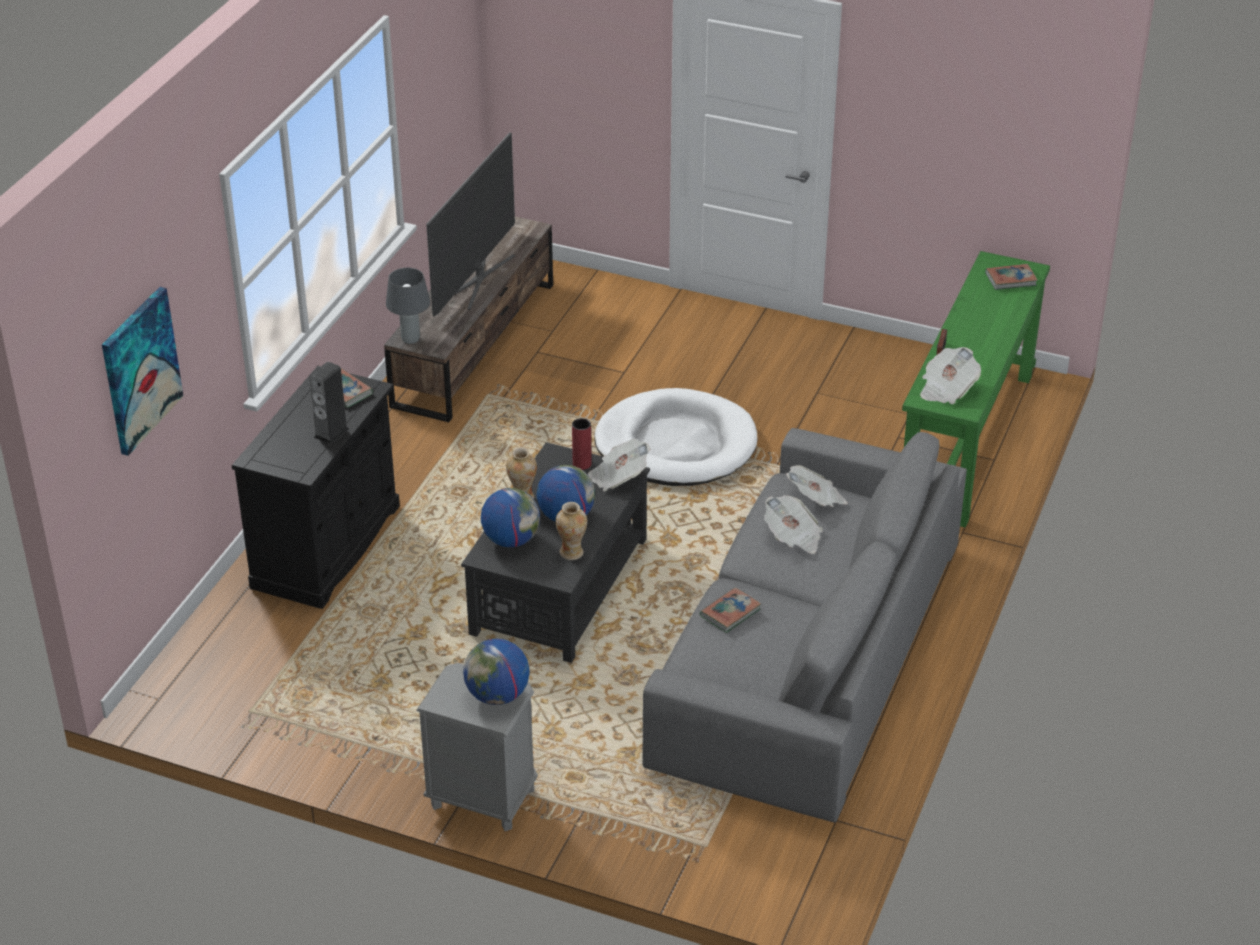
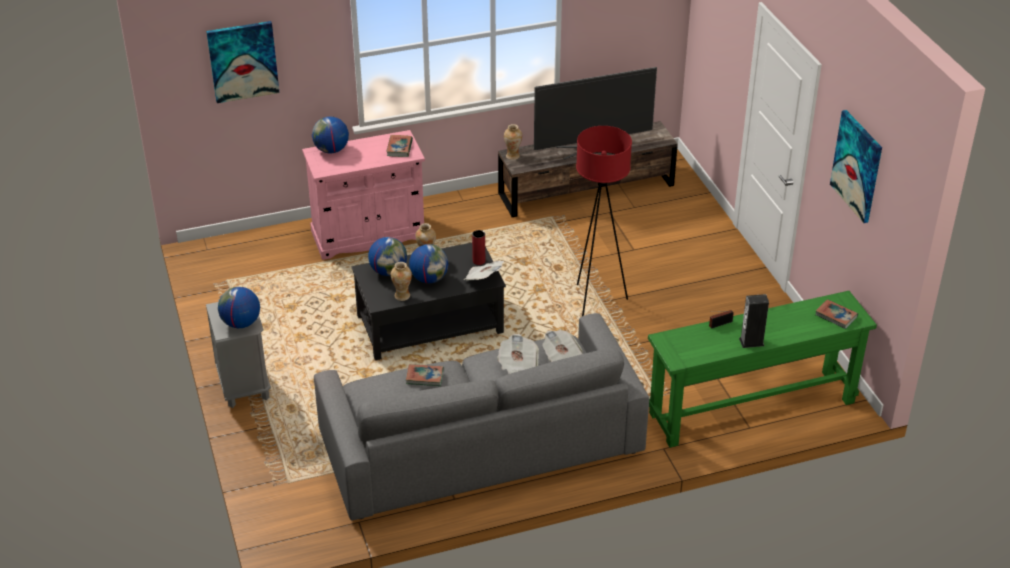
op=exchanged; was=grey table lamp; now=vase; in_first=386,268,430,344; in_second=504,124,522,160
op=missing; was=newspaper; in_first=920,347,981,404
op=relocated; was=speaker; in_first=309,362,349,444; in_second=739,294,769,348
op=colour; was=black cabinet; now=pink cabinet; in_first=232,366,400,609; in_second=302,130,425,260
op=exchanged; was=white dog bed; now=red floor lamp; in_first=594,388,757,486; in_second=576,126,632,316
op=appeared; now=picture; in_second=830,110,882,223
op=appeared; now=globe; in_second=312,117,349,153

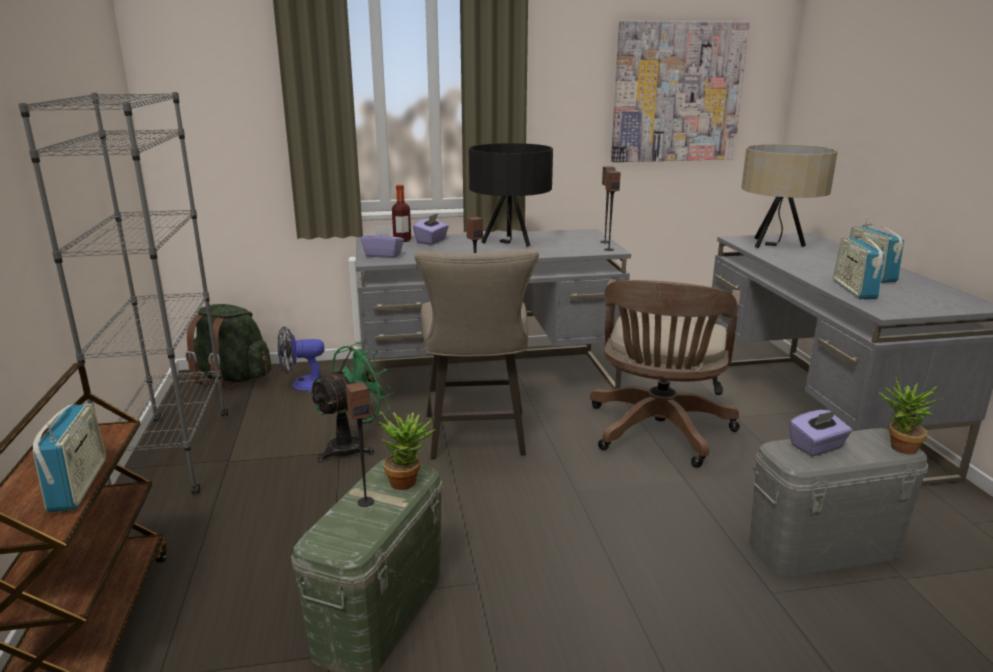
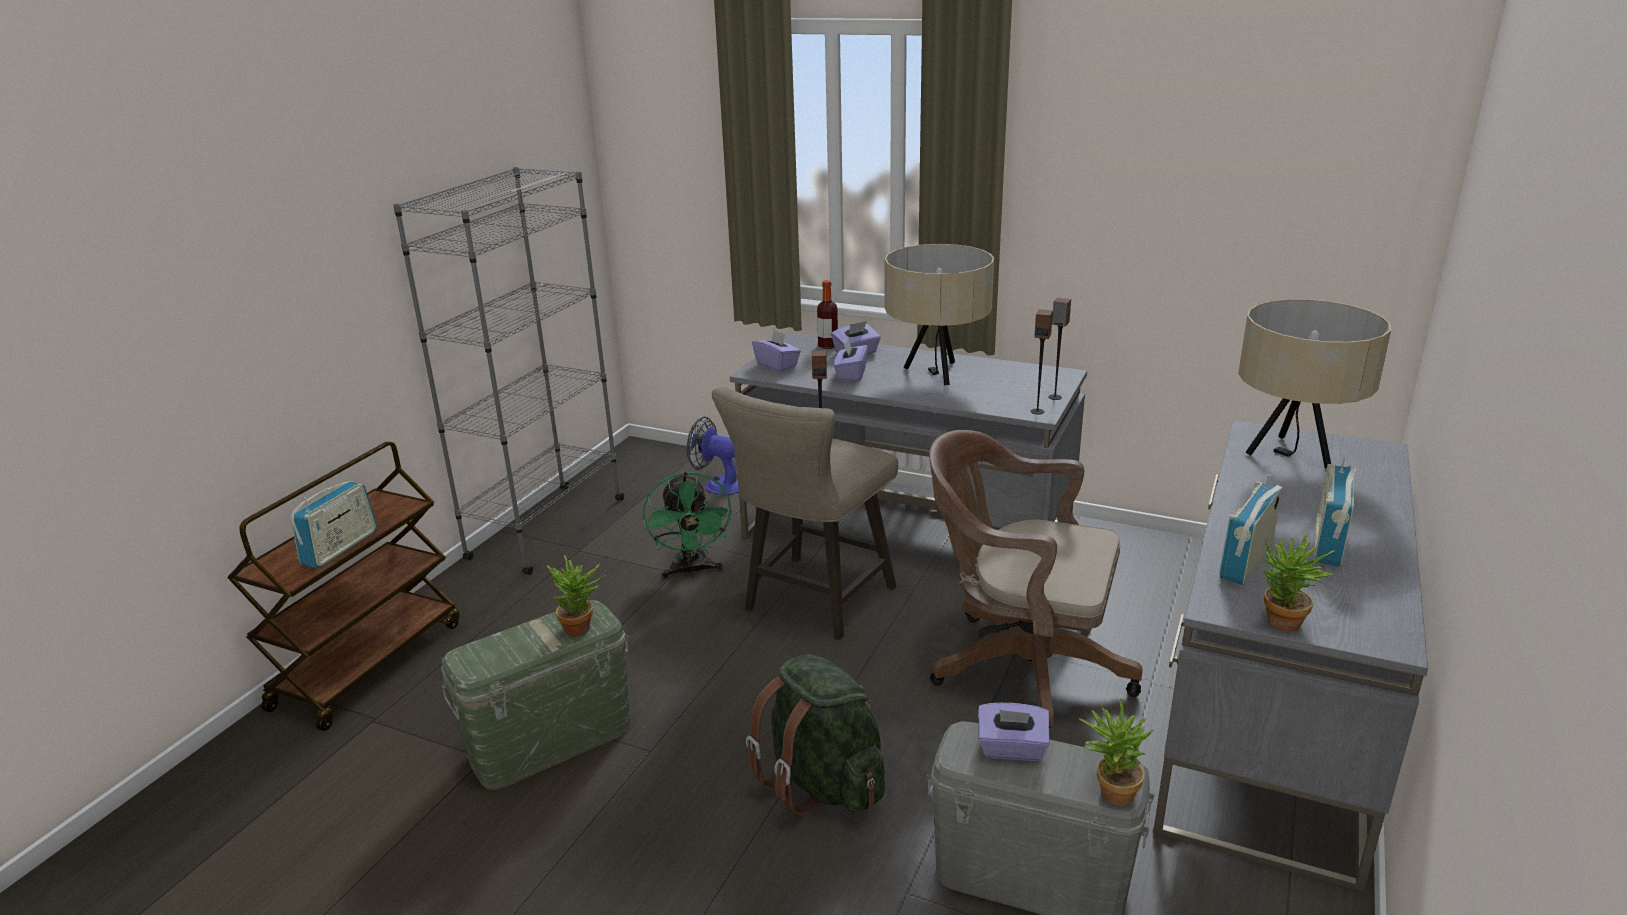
op=missing; was=picture; in_first=611,21,750,162
op=colour; was=black table lamp; now=beige table lamp; in_first=469,143,553,247; in_second=884,244,994,385
op=spun; was=brown office chair; in_first=590,279,740,468; in_second=929,430,1143,728; clockwise=60
op=relocated; was=green backpack; in_first=185,304,271,389; in_second=746,655,885,815
op=spun; was=green fan; in_first=308,342,394,462; in_second=643,471,733,579; clockwise=90
op=missing; was=speaker; in_first=346,381,374,507
op=appeared; now=purple tissue box; in_second=834,339,868,382
op=appeared; now=potted plant; in_second=1262,533,1335,632

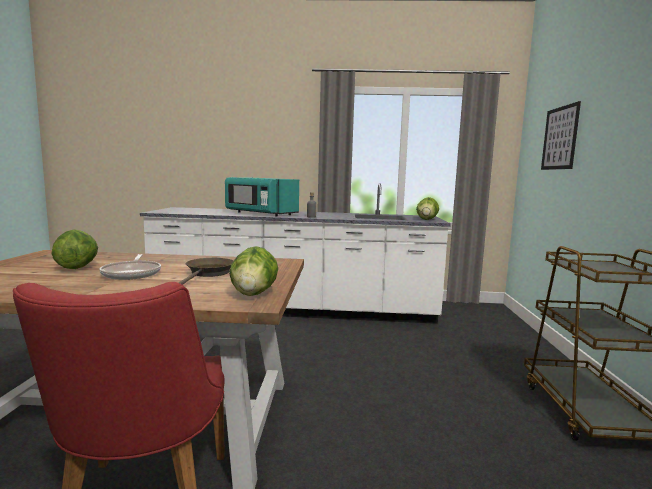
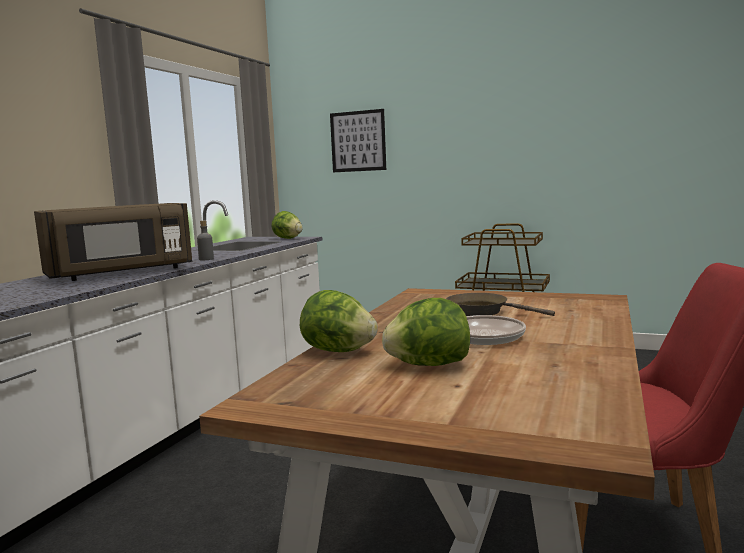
op=colour; was=turquoise microwave; now=brown microwave; in_first=225,177,299,217; in_second=34,203,192,281
op=relocated; was=lettuce; in_first=229,246,278,296; in_second=300,290,378,352

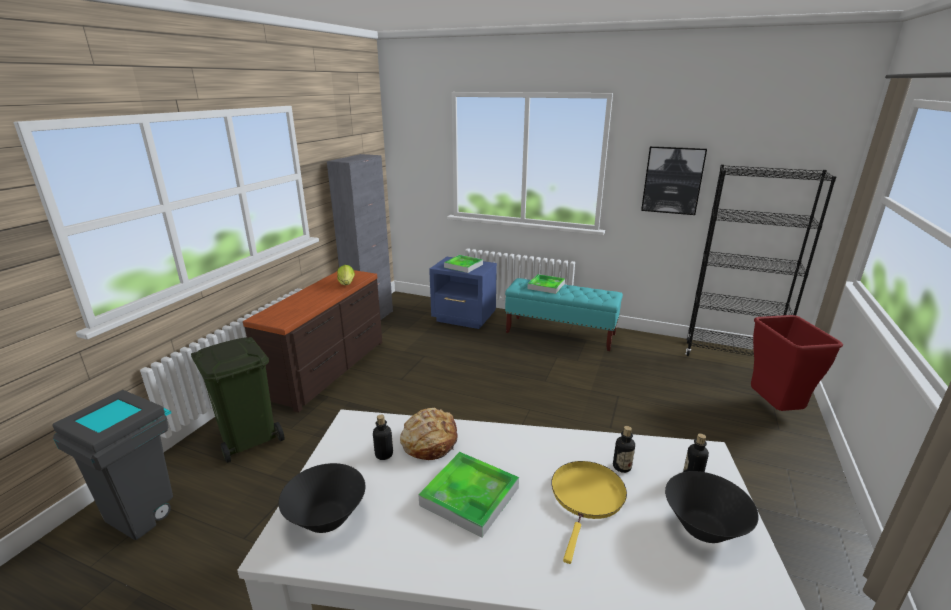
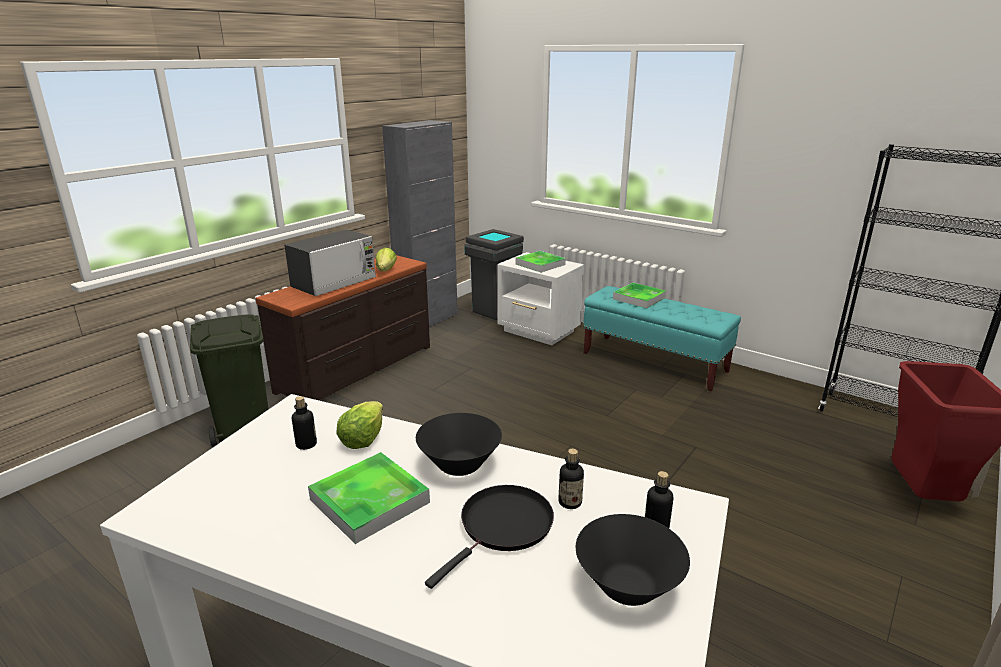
op=missing; was=picture; in_first=641,146,707,215
op=colour; was=blue nightstand; now=white nightstand; in_first=429,257,497,329; in_second=497,252,584,345
op=relocated; was=grey trash can; in_first=52,390,173,540; in_second=464,229,524,320
op=exchanged; was=bread; now=lettuce; in_first=400,408,458,460; in_second=336,401,383,449
op=colour; was=yellow frying pan; now=black frying pan; in_first=551,461,627,564; in_second=425,485,554,589
op=relocated; was=black bowl; in_first=279,463,365,533; in_second=416,413,502,476
op=appeared; now=microwave; in_second=284,229,376,296

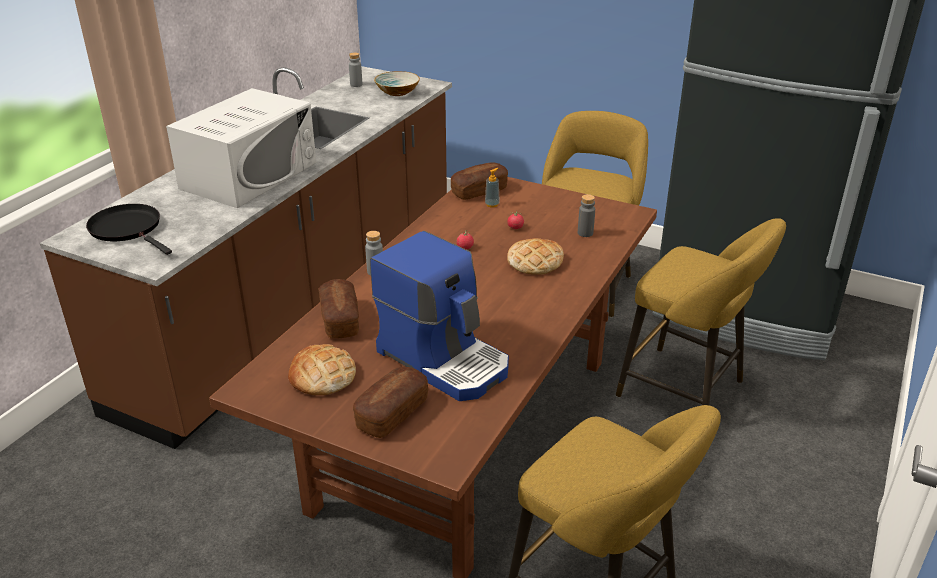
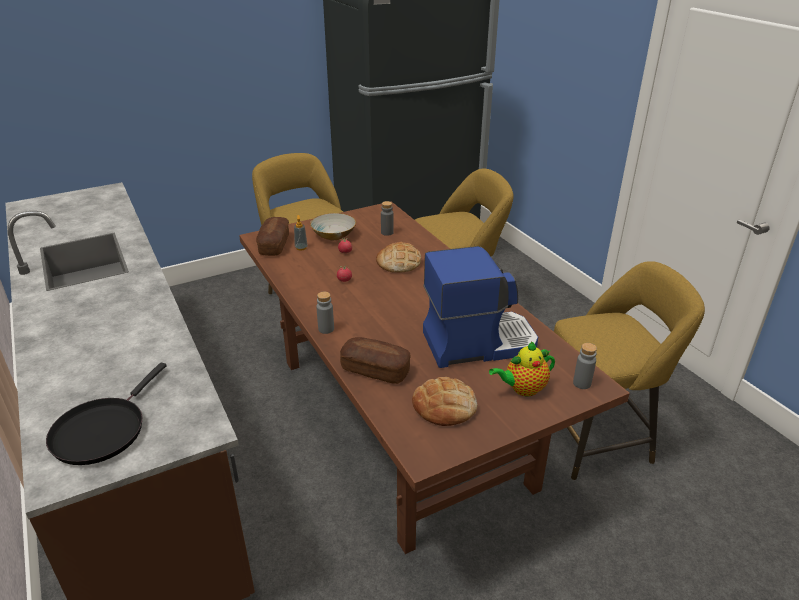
op=relocated; was=grey bottle; in_first=349,52,362,87; in_second=573,343,597,389
op=relocated; was=bowl; in_first=374,71,420,96; in_second=310,213,356,240
op=missing; was=white microwave; in_first=166,88,317,208
op=spun; was=black frying pan; in_first=86,204,172,255; in_second=46,362,167,465; clockwise=-60
op=exchanged; was=bread; now=teapot; in_first=353,367,428,438; in_second=489,342,555,397

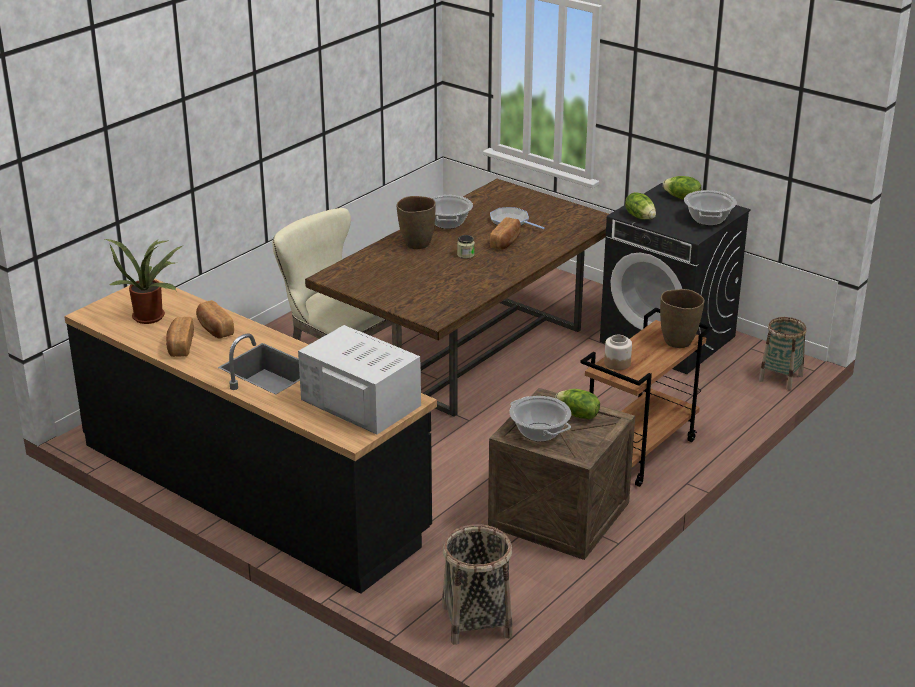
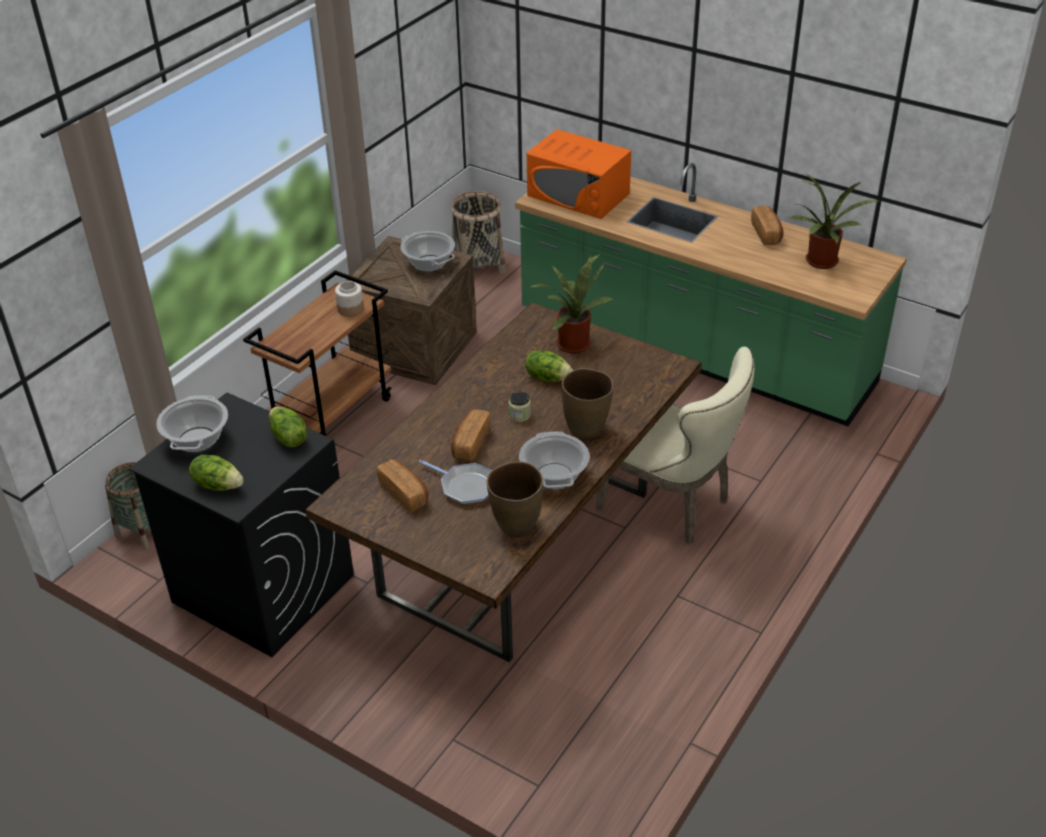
op=colour; was=black counter; now=green counter; in_first=64,279,437,594; in_second=515,163,907,426
op=relocated; was=brown vase; in_first=660,289,705,348; in_second=487,461,543,537
op=relocated; was=bread; in_first=196,300,234,339; in_second=377,459,429,512
op=colour; was=white microwave; now=orange microwave; in_first=298,325,421,435; in_second=527,129,631,219
op=relocated; was=lettuce; in_first=555,389,600,419; in_second=525,350,573,382
op=appeared; now=potted plant; in_second=529,253,614,353

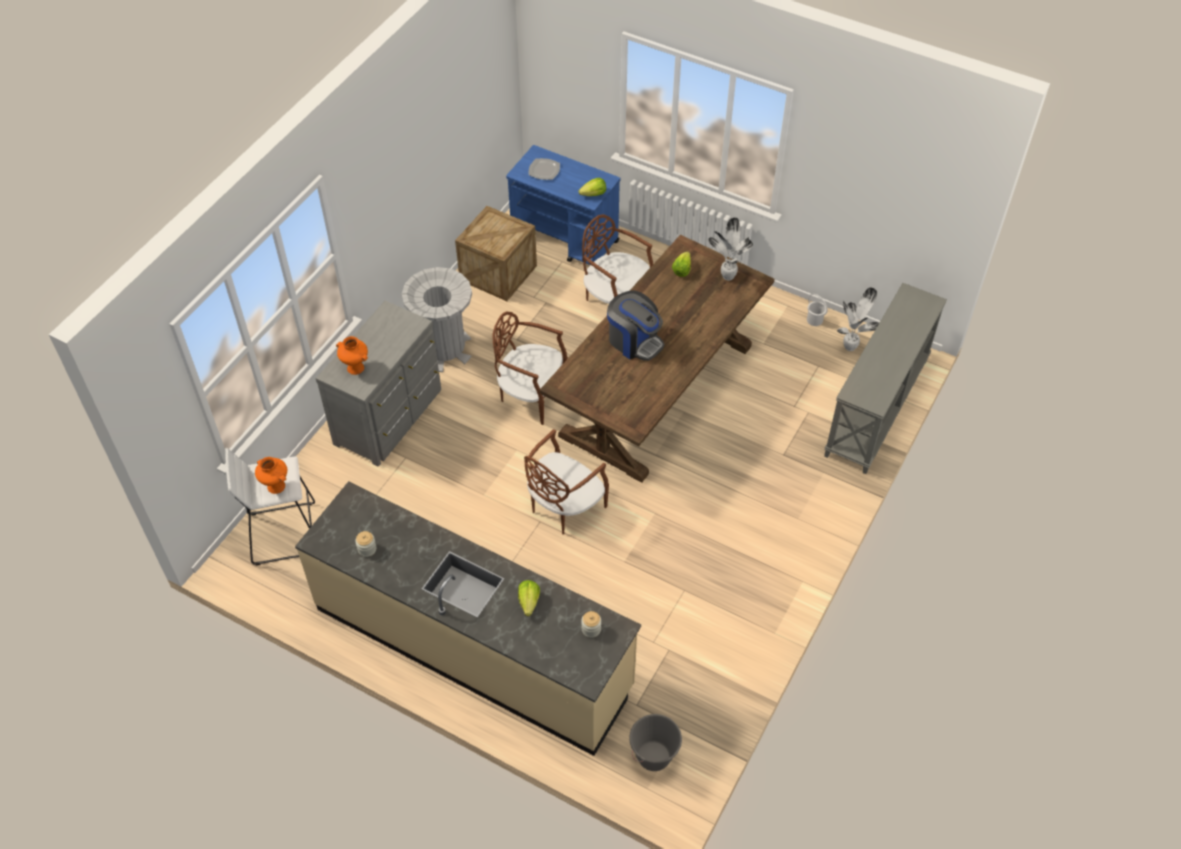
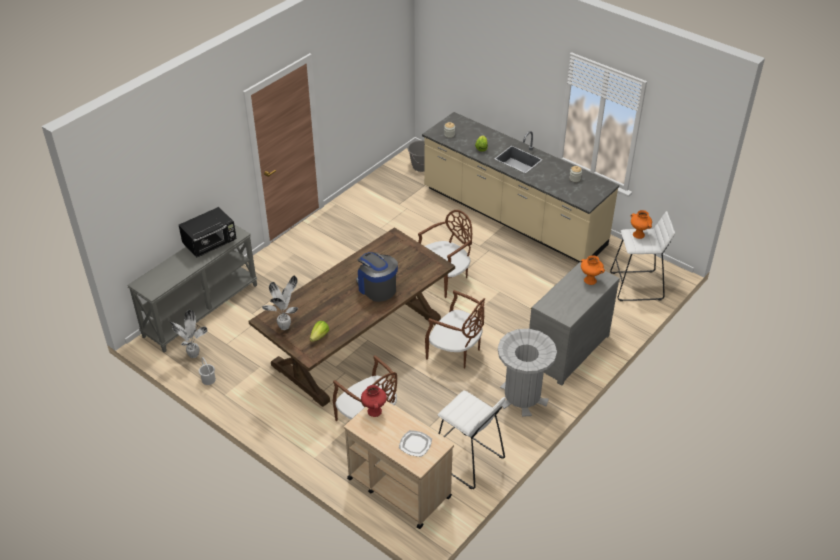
op=colour; was=blue cart; now=beige cart; in_first=506,145,620,265; in_second=344,401,454,529
op=exchanged; was=lettuce; now=red vase; in_first=579,178,606,196; in_second=361,385,387,417
op=exchanged; was=crate; now=white stool; in_first=455,206,537,301; in_second=438,390,506,489
op=appeared; now=black microwave; in_second=179,207,237,258

